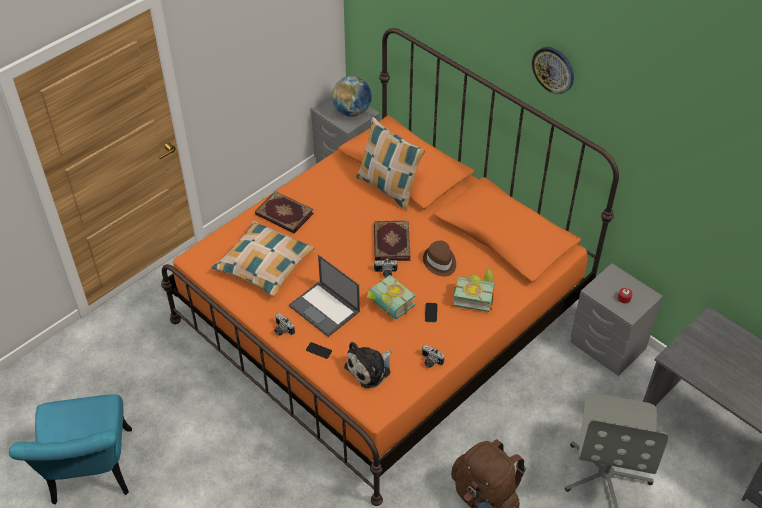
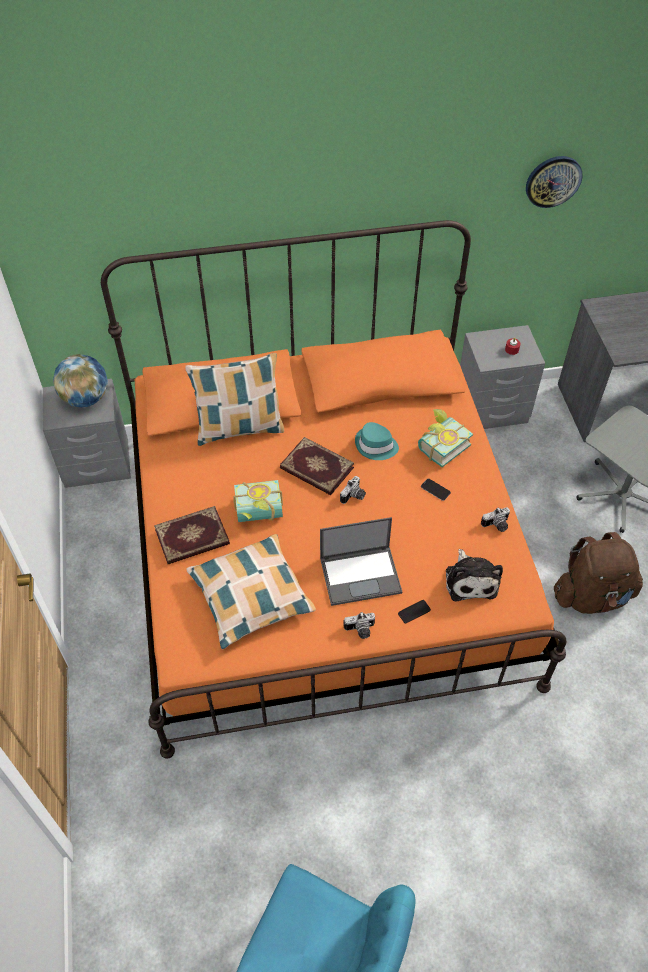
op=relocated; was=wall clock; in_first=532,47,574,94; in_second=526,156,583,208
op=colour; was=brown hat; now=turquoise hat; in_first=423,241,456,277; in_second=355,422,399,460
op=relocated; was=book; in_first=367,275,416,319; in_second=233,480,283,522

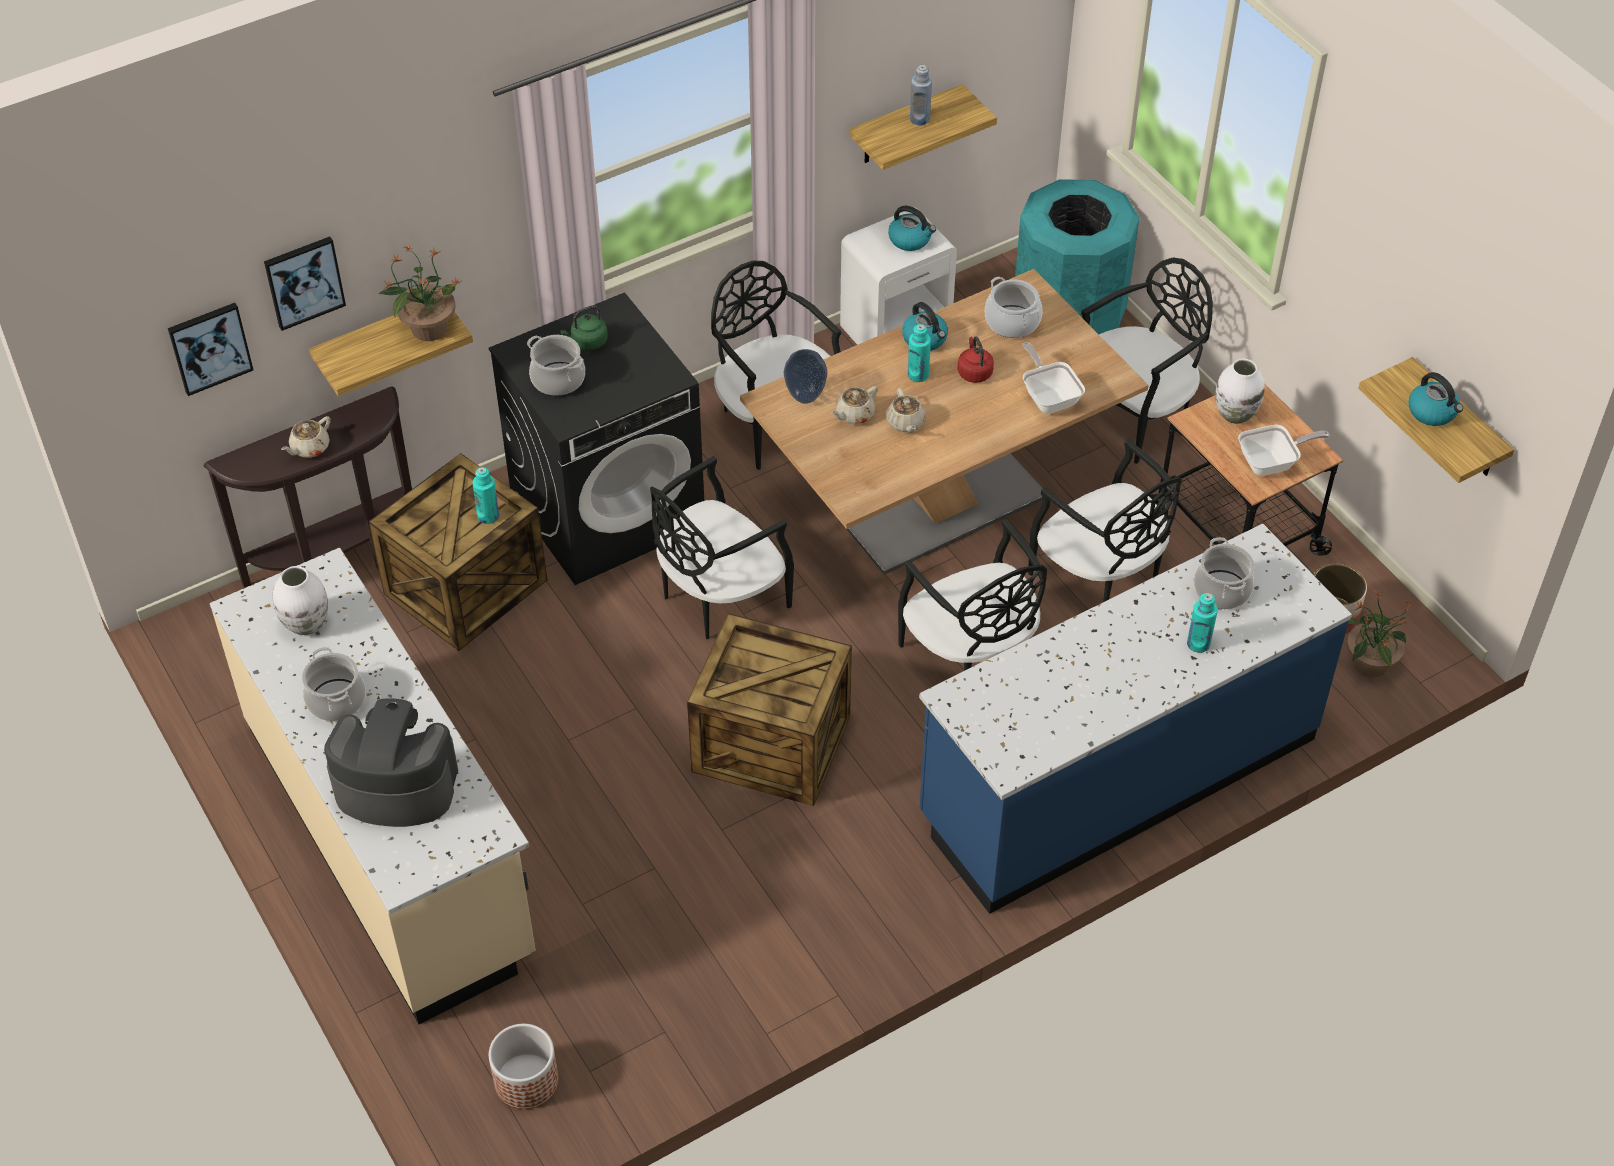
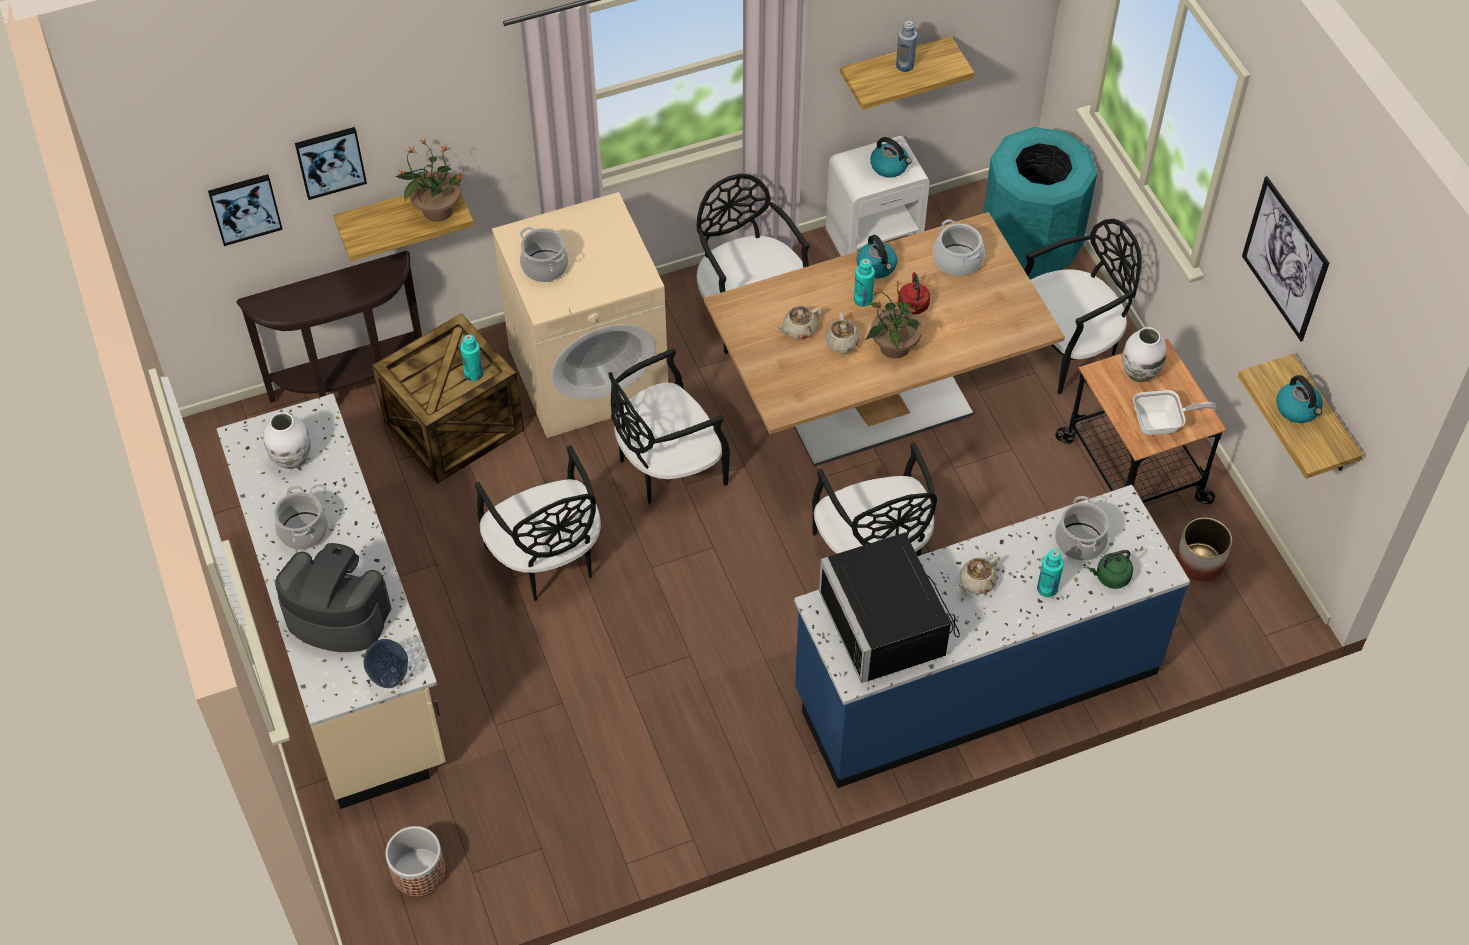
op=colour; was=black washing machine; now=beige washing machine; in_first=488,292,704,585; in_second=492,192,668,438
op=relocated; was=green kettle; in_first=560,305,608,350; in_second=1089,550,1133,589
op=missing; was=frying pan; in_first=1023,342,1085,414
op=relocated; was=vase; in_first=784,349,828,404; in_second=363,639,408,688
op=relocated; was=beige teapot; in_first=281,416,331,458; in_second=956,555,1000,594
op=relocated; was=black chair; in_first=1028,439,1181,602; in_second=475,445,601,601
op=relocated; was=potted plant; in_first=1347,591,1412,677; in_second=865,280,930,359
op=missing; was=crate; in_first=687,613,852,806
op=appeared; now=picture; in_second=1242,176,1329,341
op=appeared; now=black microwave; in_second=819,532,960,683

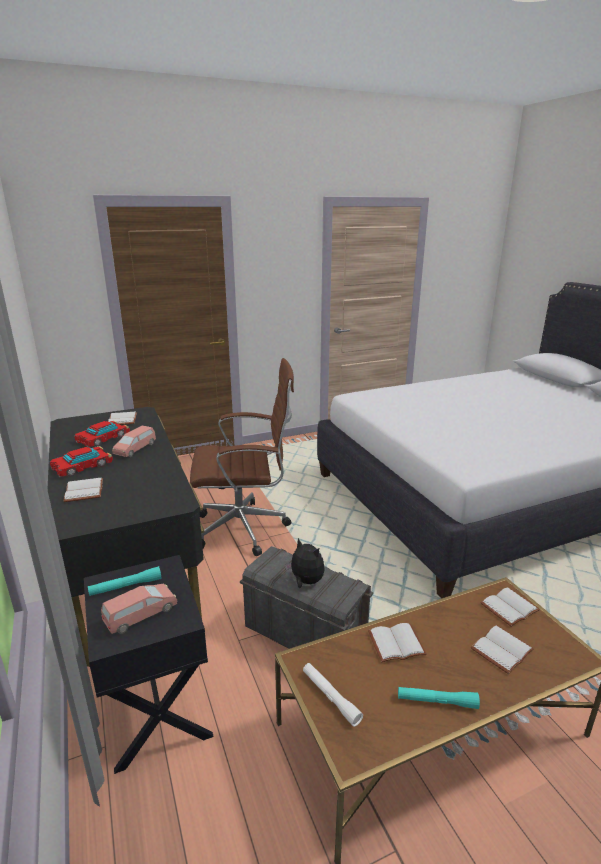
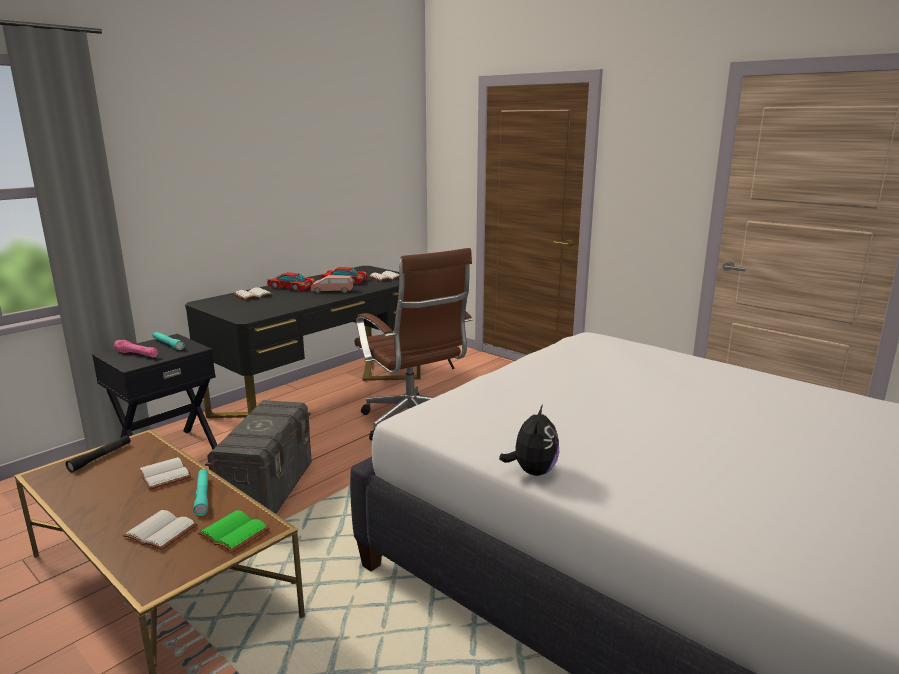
op=relocated; was=plush toy; in_first=285,538,325,588; in_second=499,404,559,476
op=exchanged; was=pink toy car; now=pink flashlight; in_first=101,584,177,634; in_second=114,340,158,357
op=colour; was=white book; now=green book; in_first=480,587,540,627; in_second=198,510,270,553
op=colour; was=white flashlight; now=black flashlight; in_first=303,663,363,727; in_second=66,435,131,472
op=relocated; was=turquoise flashlight; in_first=398,687,480,709; in_second=193,469,208,516

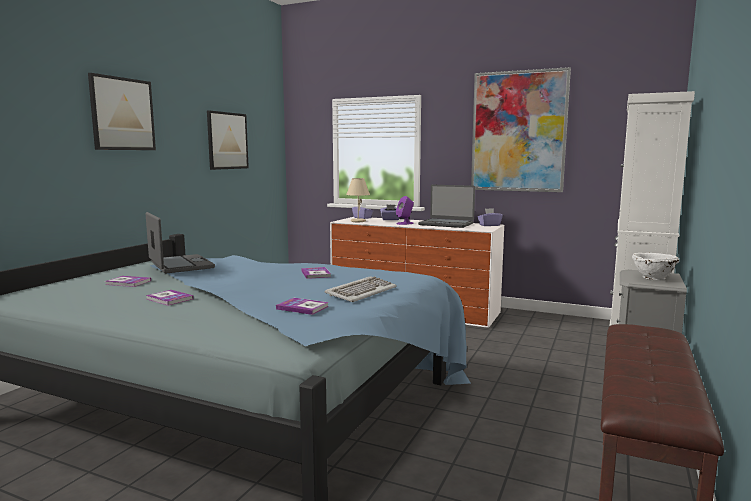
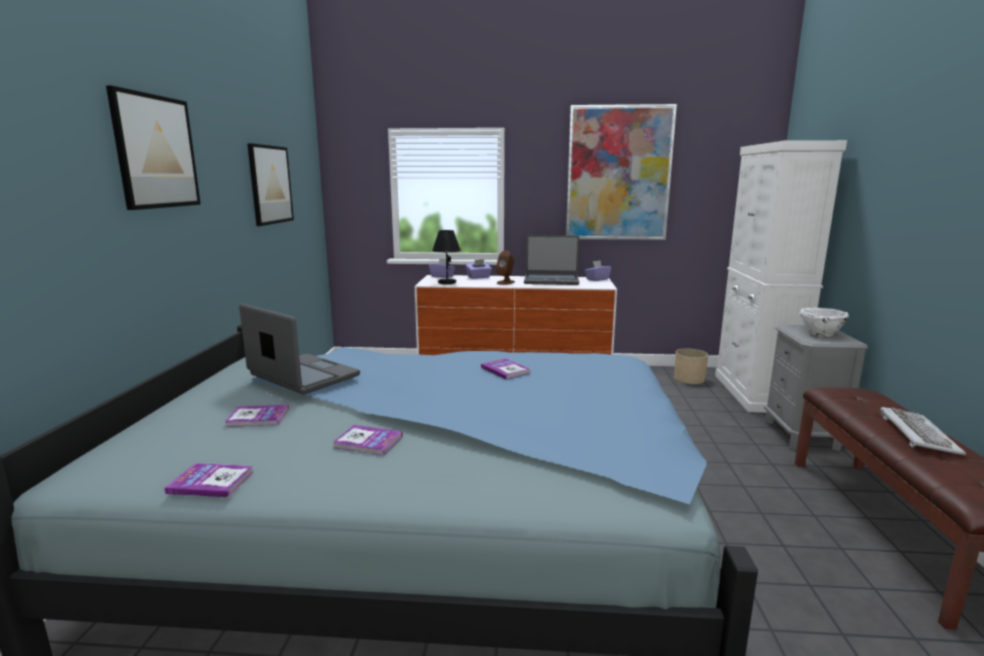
op=colour; was=beige table lamp; now=black table lamp; in_first=346,178,370,222; in_second=432,230,461,284
op=colour; was=purple speaker; now=brown speaker; in_first=396,196,414,225; in_second=496,250,515,285
op=relocated; was=keyboard; in_first=325,276,397,302; in_second=880,407,966,455
op=relocated; was=book; in_first=276,298,329,315; in_second=164,463,253,497
op=appeared; now=beige planter; in_second=674,348,708,384

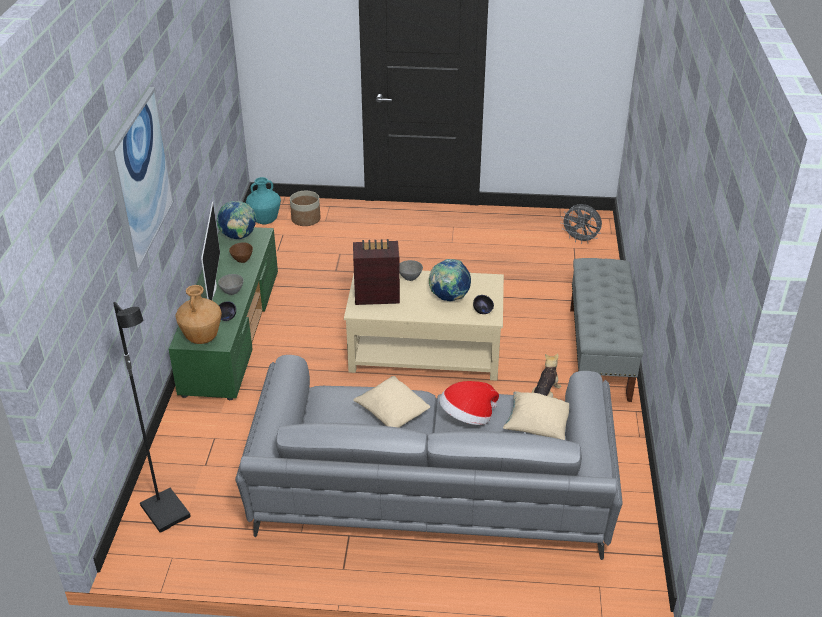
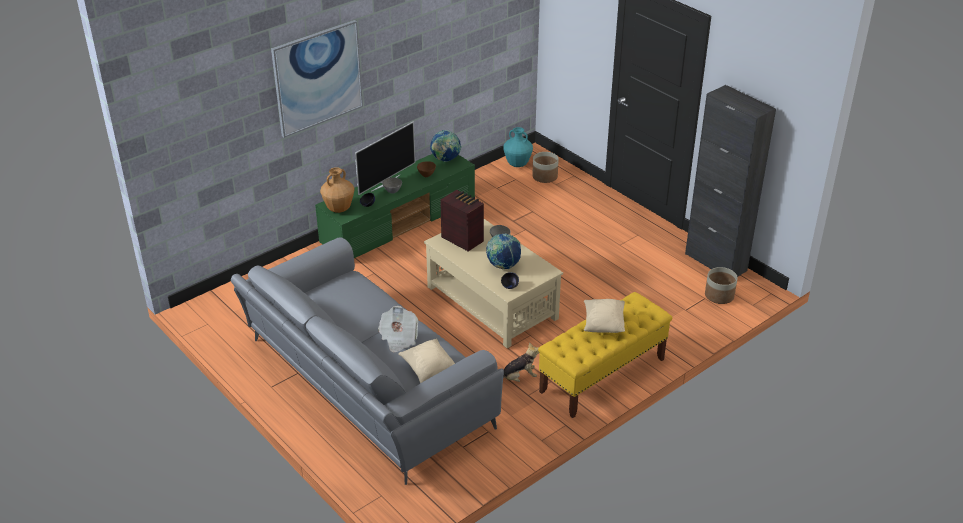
op=exchanged; was=grey fan; now=planter; in_first=560,204,602,244; in_second=705,267,738,304
op=colour; was=grey bench; now=yellow bench; in_first=570,258,644,402; in_second=538,292,672,418
op=missing; was=black floor lamp; in_first=113,302,191,533
op=relocated; was=beige pillow; in_first=353,376,430,428; in_second=584,299,625,333
op=exchanged; was=hat; now=newspaper; in_first=439,381,499,425; in_second=378,306,419,352
op=appeared; now=black cabinet; in_second=685,85,776,277

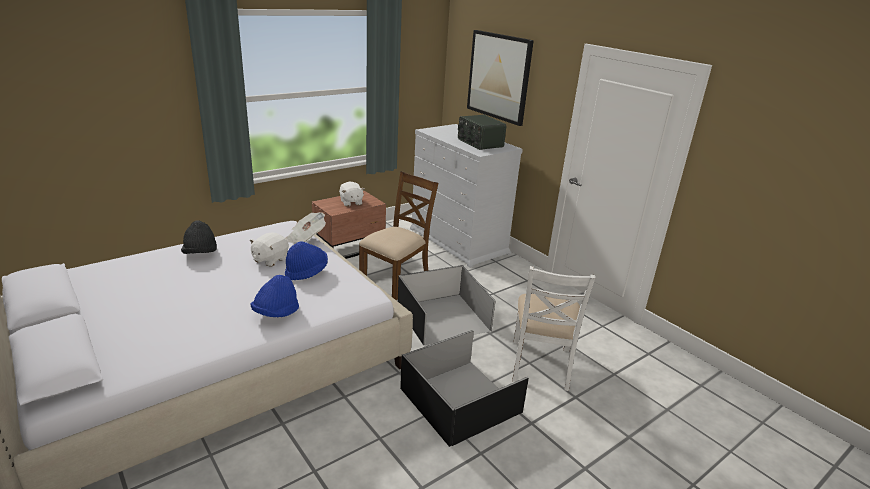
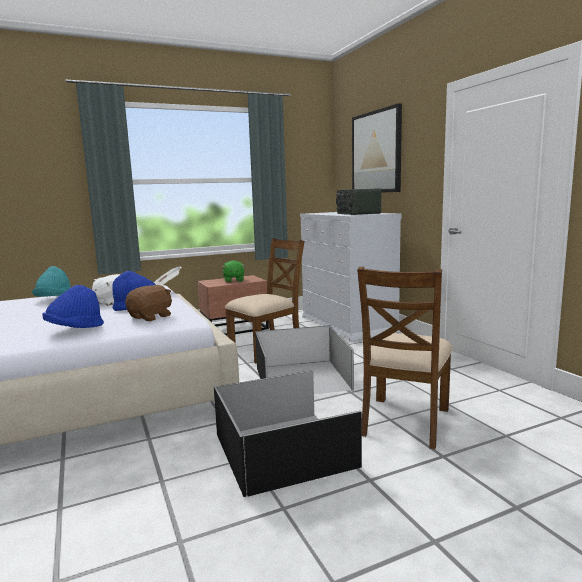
op=colour; was=white plush toy; now=green plush toy; in_first=339,182,365,206; in_second=222,260,245,282
op=colour; was=black hat; now=turquoise hat; in_first=181,220,217,254; in_second=32,266,71,297
op=colour; was=white chair; now=brown chair; in_first=512,266,595,391; in_second=357,267,453,449
op=appeared; now=brown plush toy; in_second=125,285,172,321

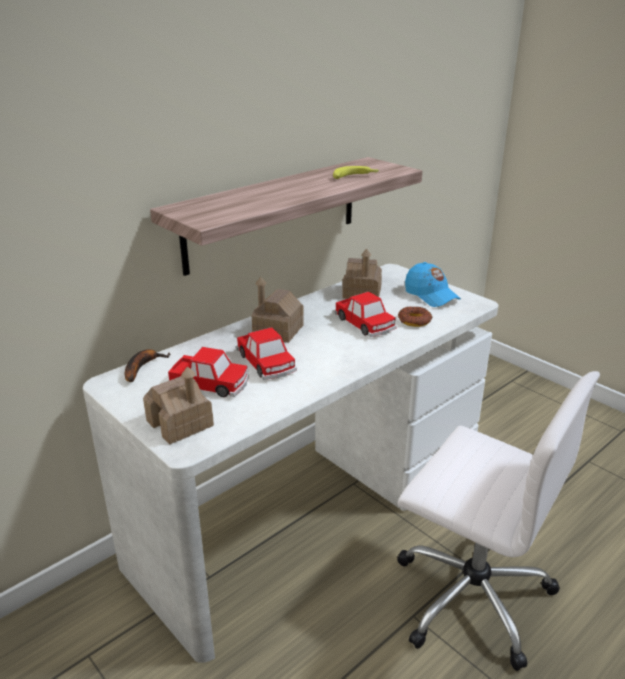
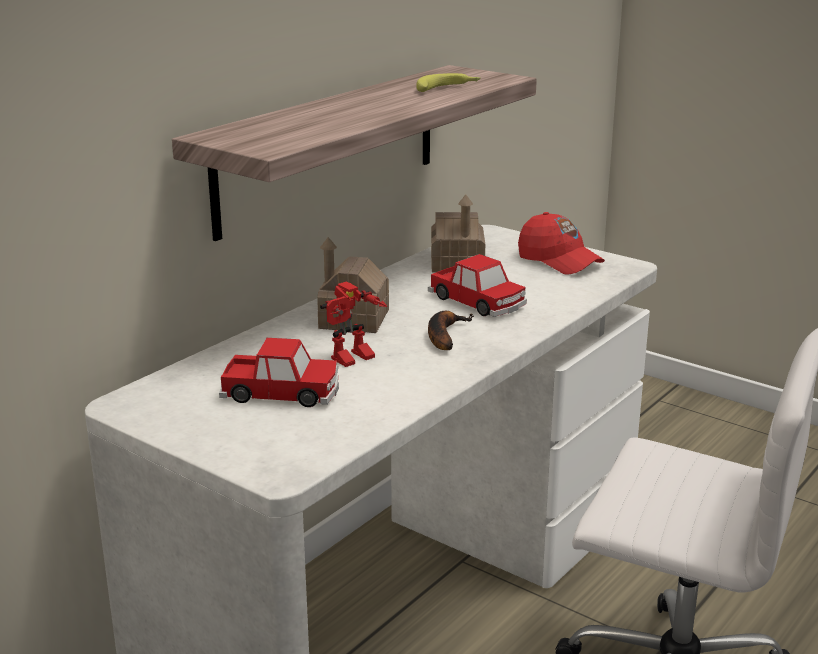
op=colour; was=blue cap; now=red cap; in_first=405,262,461,307; in_second=518,212,605,275
op=missing; was=donut; in_first=398,306,432,327
op=exchanged; was=toy car; now=toy robot; in_first=236,327,297,380; in_second=320,281,387,367
op=relocated; was=banana; in_first=125,349,171,382; in_second=428,311,474,350
op=missing; was=toy house; in_first=143,366,214,444

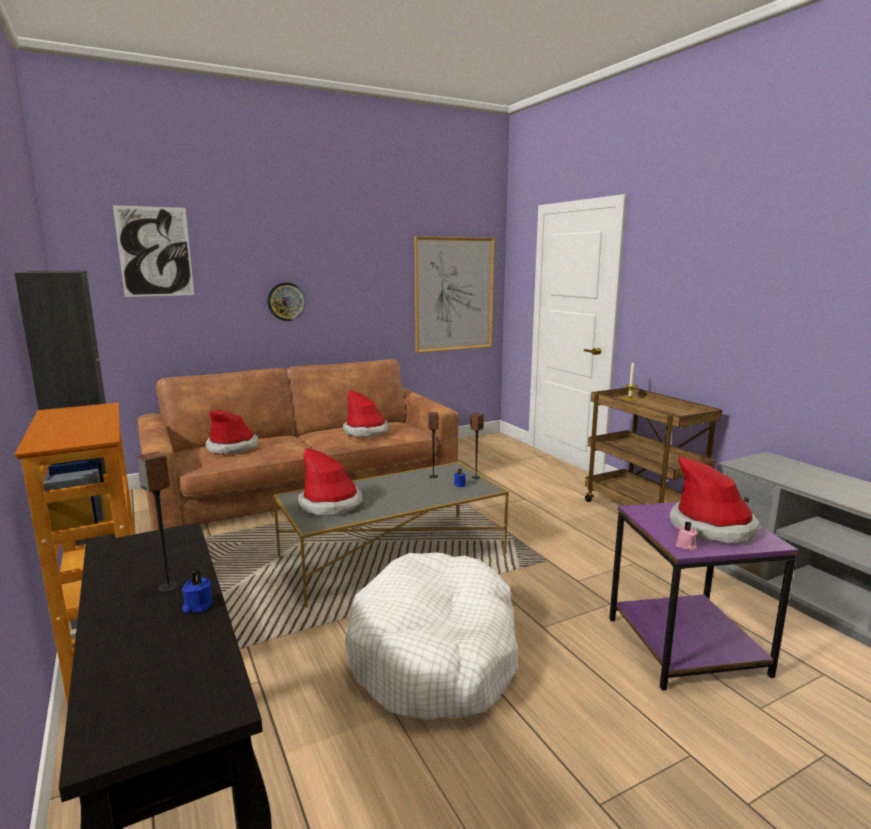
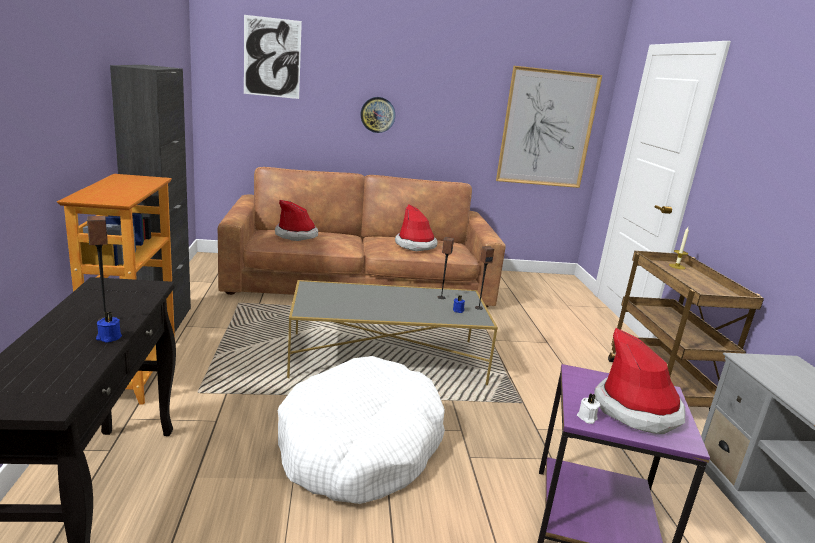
op=missing; was=hat; in_first=298,448,363,516
op=colour; was=pink candle; now=white candle; in_first=676,521,697,551; in_second=577,394,600,424

